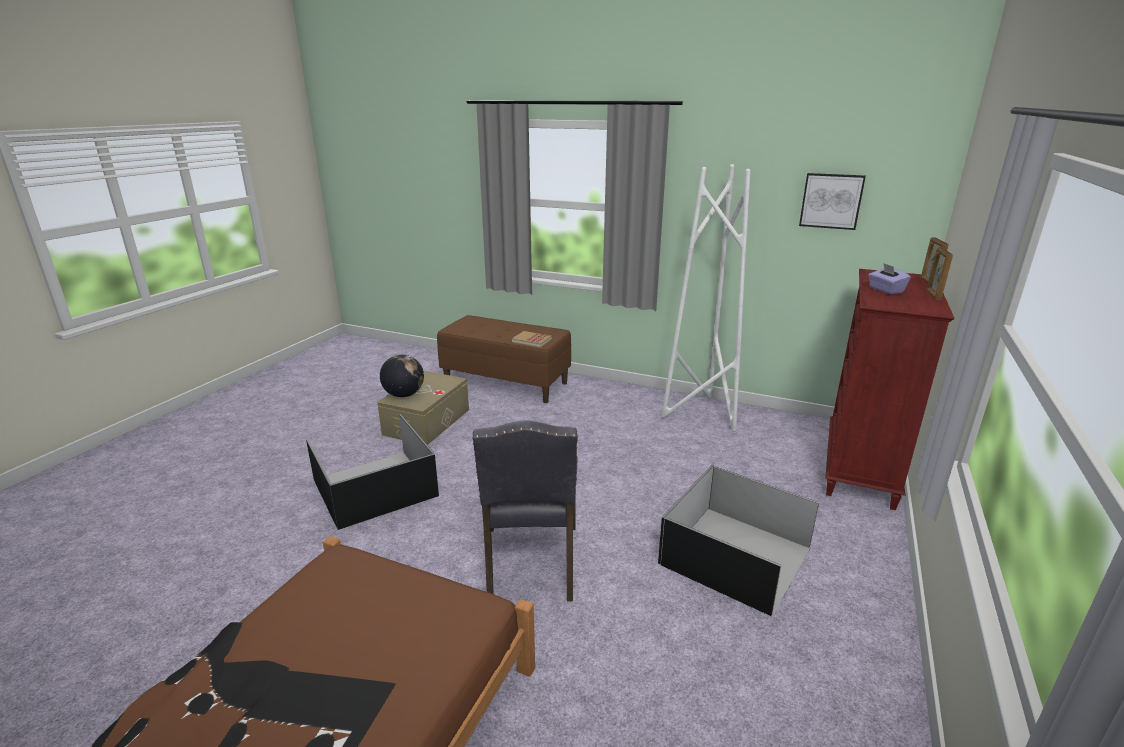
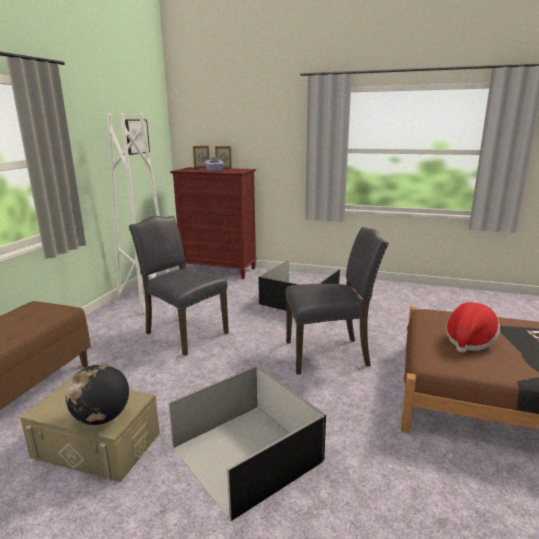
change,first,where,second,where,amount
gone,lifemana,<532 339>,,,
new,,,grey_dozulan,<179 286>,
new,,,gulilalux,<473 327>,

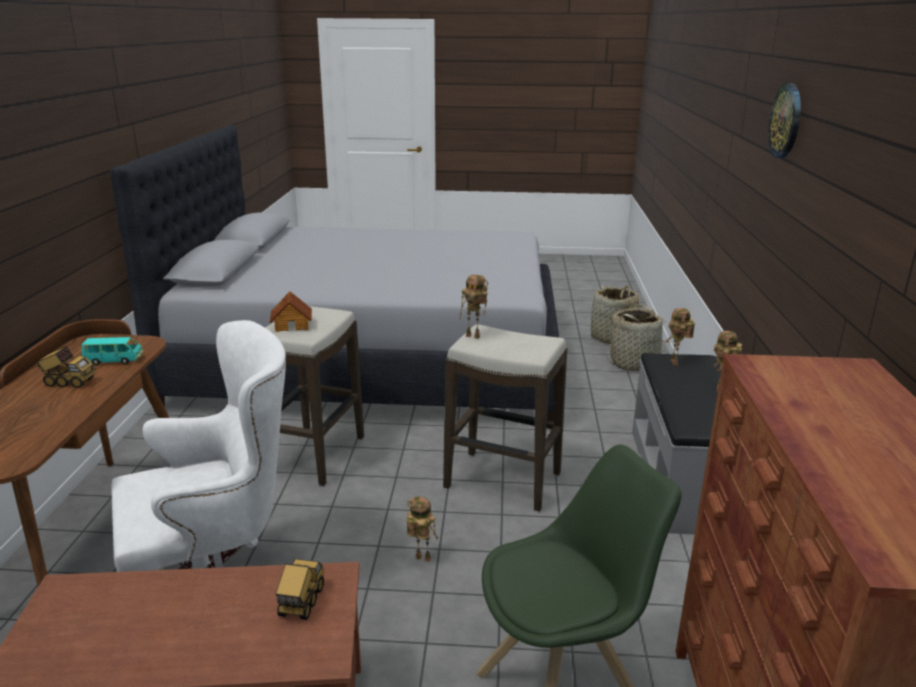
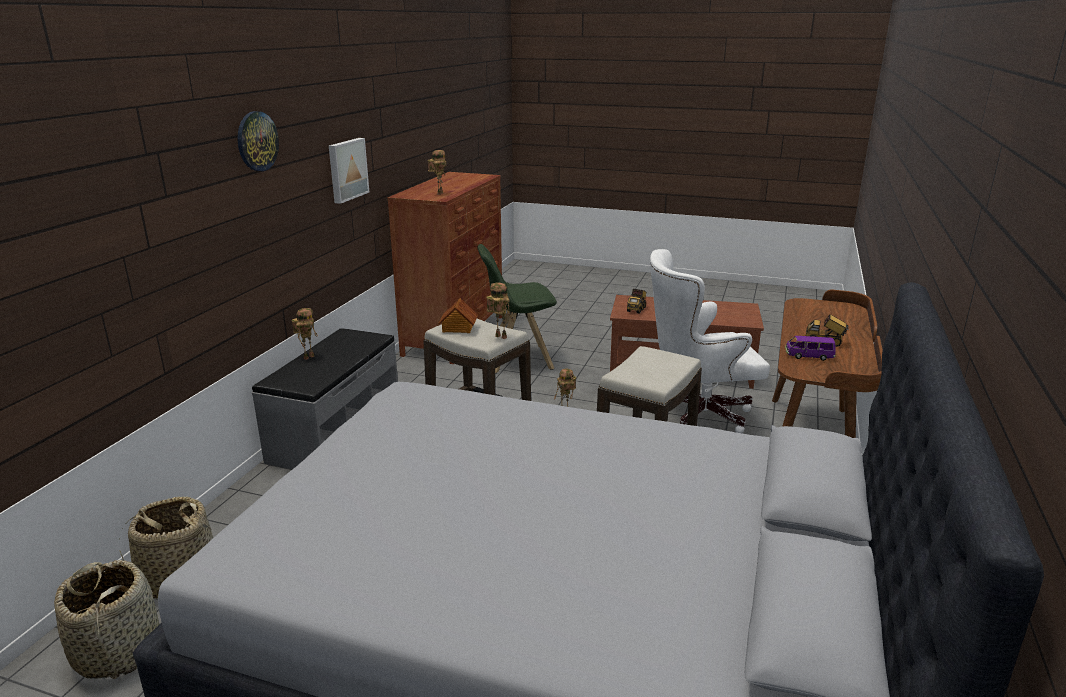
change,first,where,second,where,amount
repainted,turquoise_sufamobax,<112 351>,purple_sufamobax,<810 348>,
shifted,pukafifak,<291 311>,,<458 315>,
shifted,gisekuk,<680 337>,,<437 172>,
new,,,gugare,<349 171>,

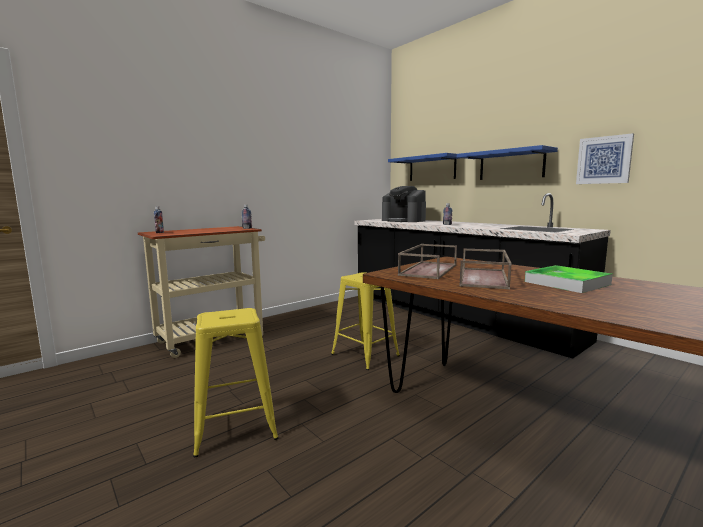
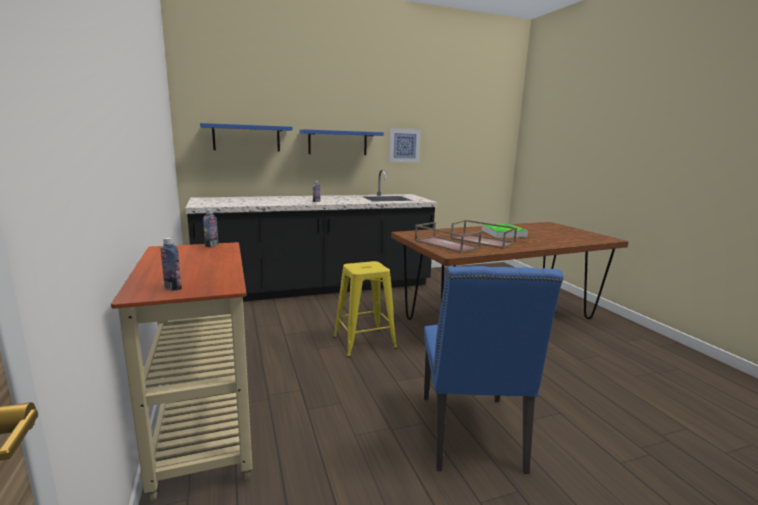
change,first,where,second,where,amount
swapped,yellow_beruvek,<235 382>,blue_dozulan,<494 370>,
gone,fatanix,<404 204>,,,

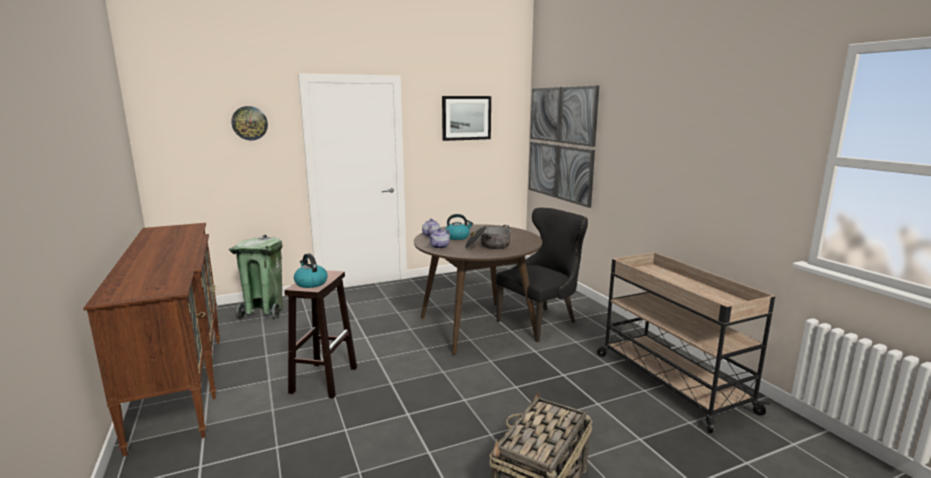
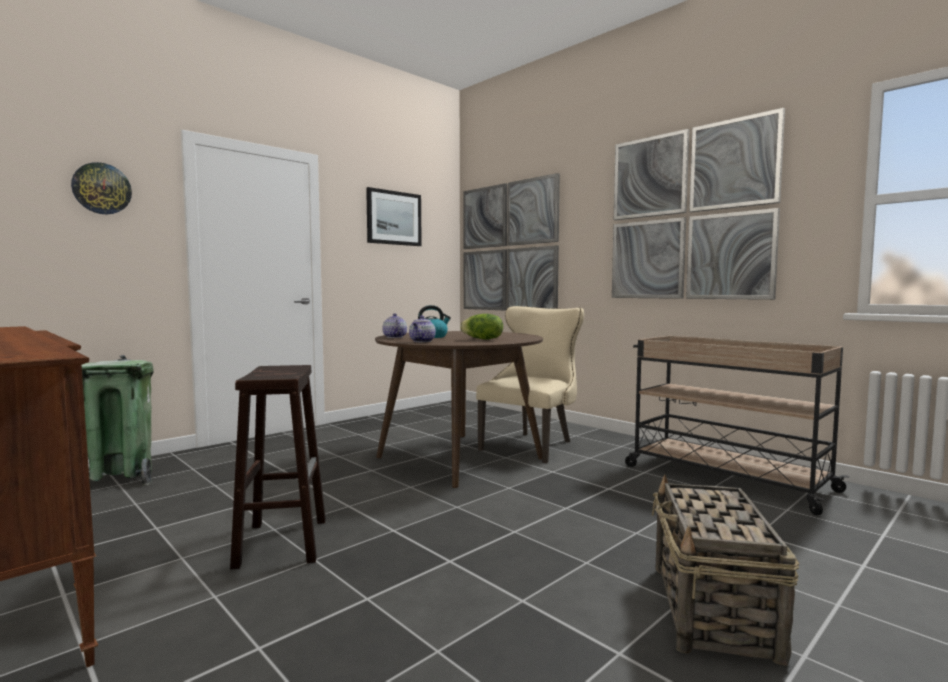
change,first,where,second,where,amount
gone,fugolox,<311 270>,,,
swapped,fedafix,<488 237>,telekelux,<481 326>,
repainted,black_dozulan,<542 274>,beige_dozulan,<530 384>,
new,,,gugare,<698 204>,

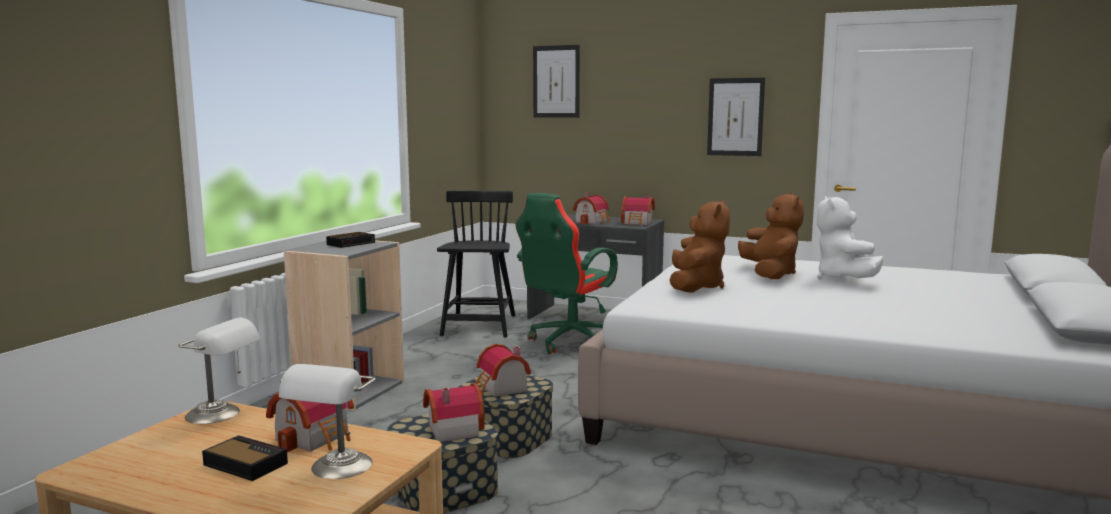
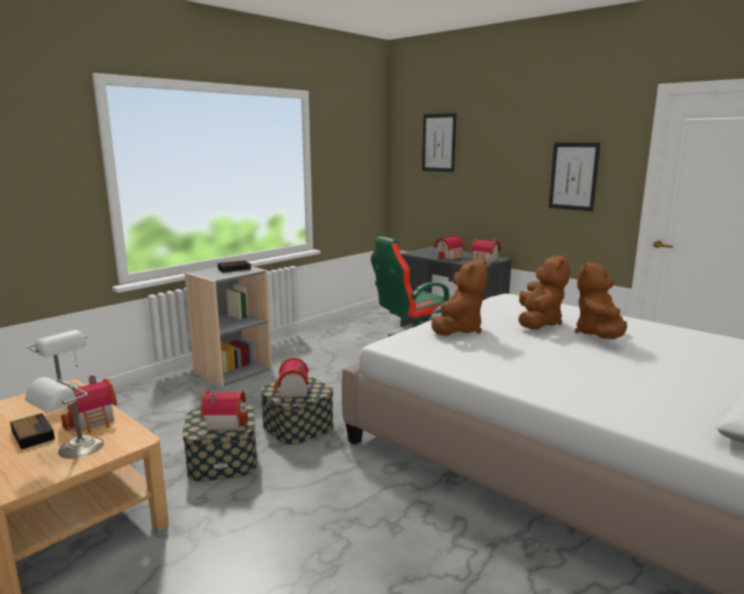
change,first,where,second,where,amount
gone,black_dozulan,<476 264>,,,
repainted,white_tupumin,<850 237>,brown_tupumin,<601 300>,

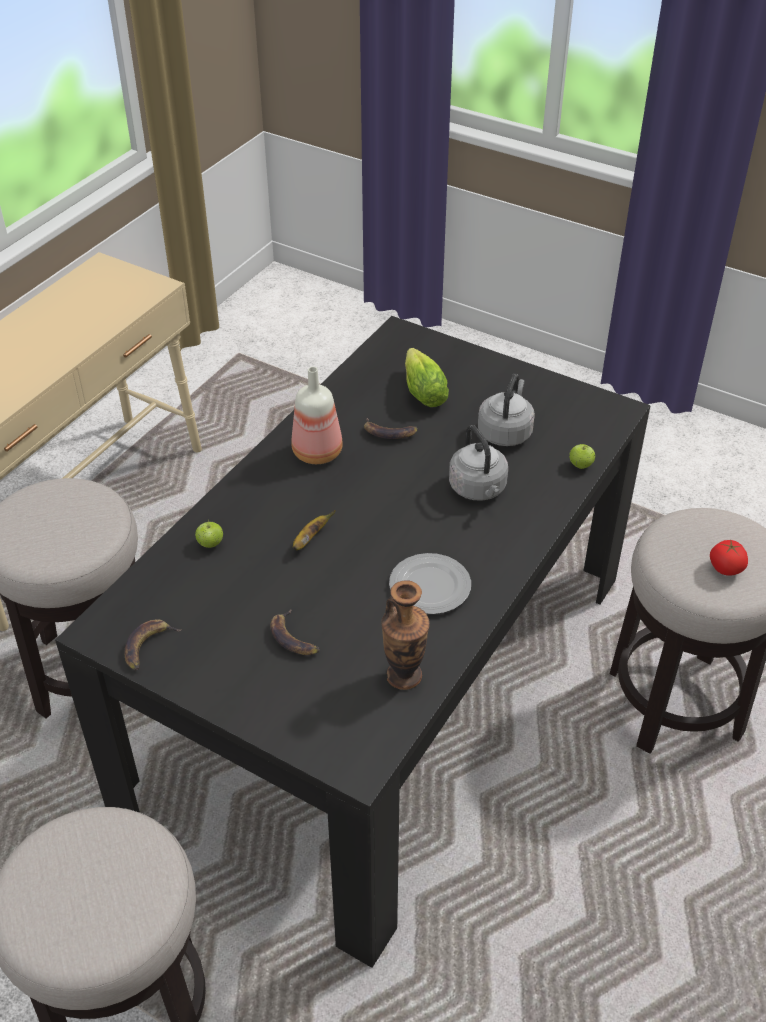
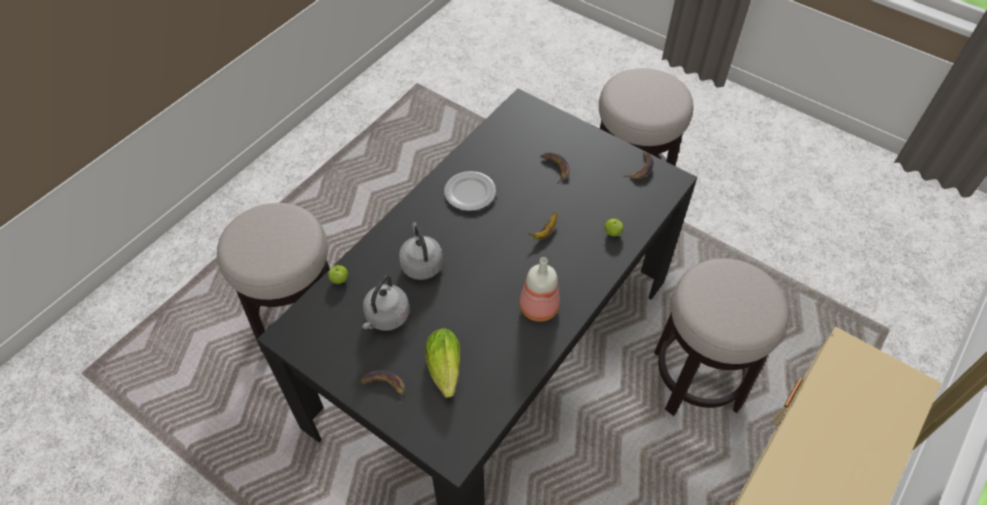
change,first,where,second,where,amount
shifted,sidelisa,<391 428>,,<382 387>,
gone,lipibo,<405 635>,,,
gone,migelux,<729 558>,,,

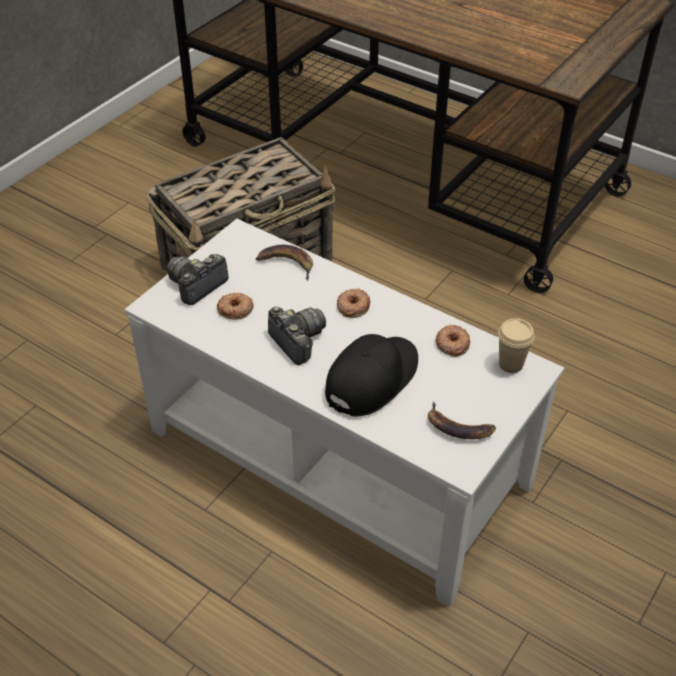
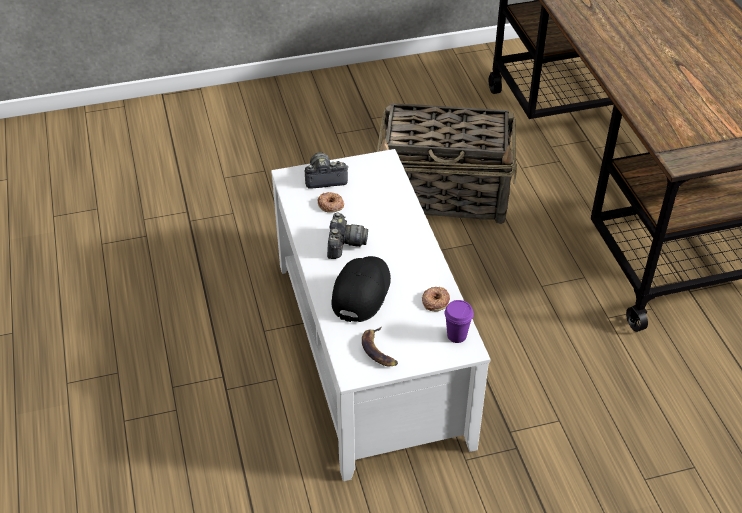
change,first,where,second,where,amount
gone,sidelisa,<284 262>,,,
rotated,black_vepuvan,<371 375>,,<361 289>,60 degrees counterclockwise
gone,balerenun,<353 303>,,,
repainted,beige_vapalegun,<516 345>,purple_vapalegun,<459 321>,

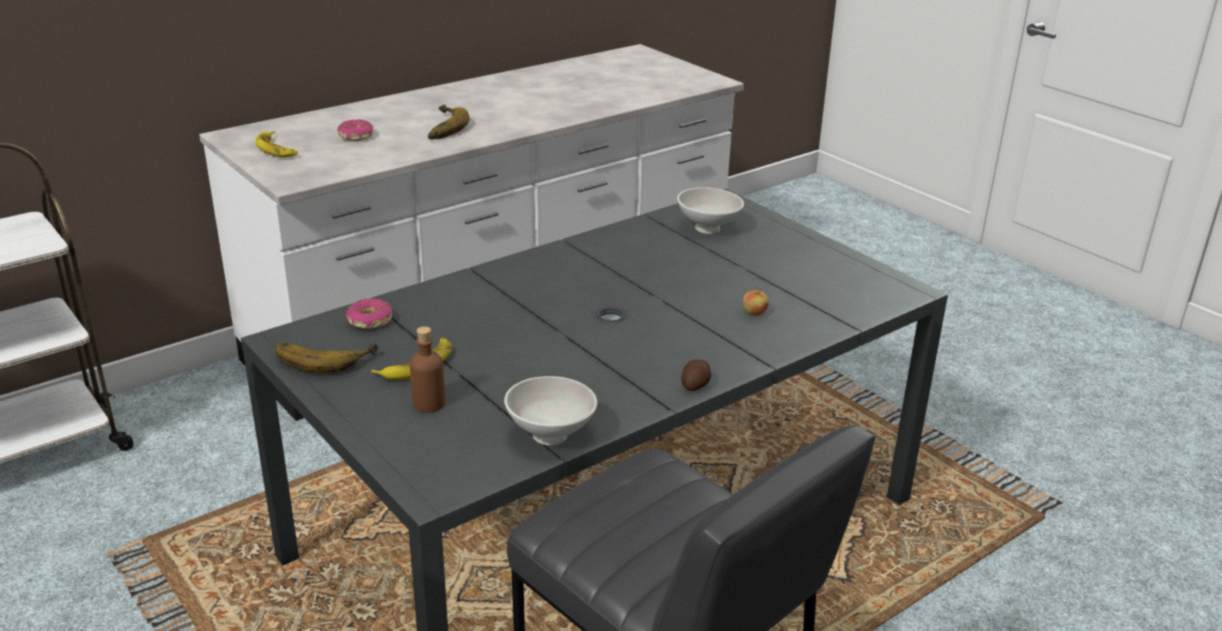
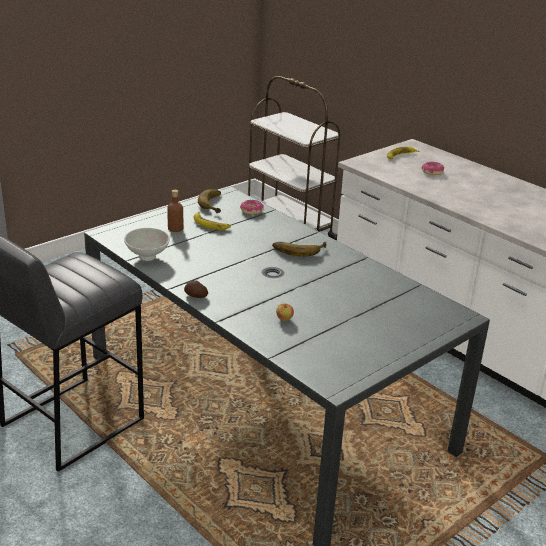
change,first,where,second,where,amount
shifted,sidelisa,<449 122>,,<299 249>,
gone,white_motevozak,<710 210>,,,

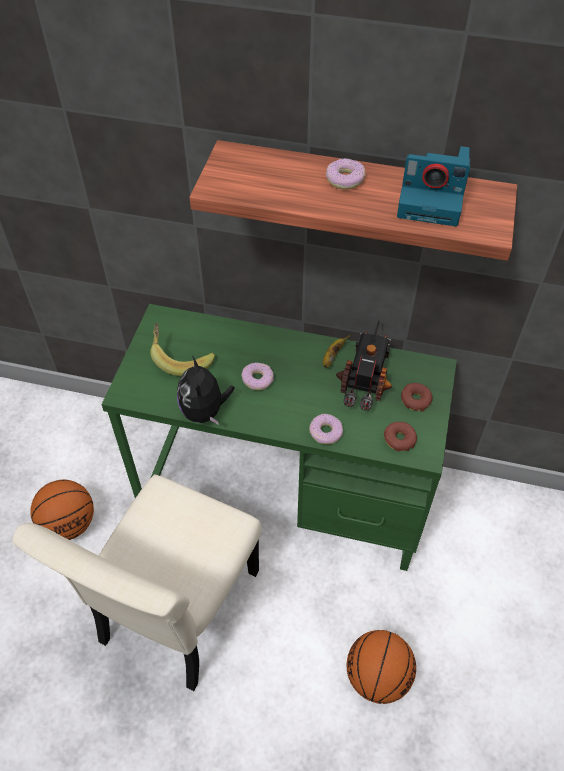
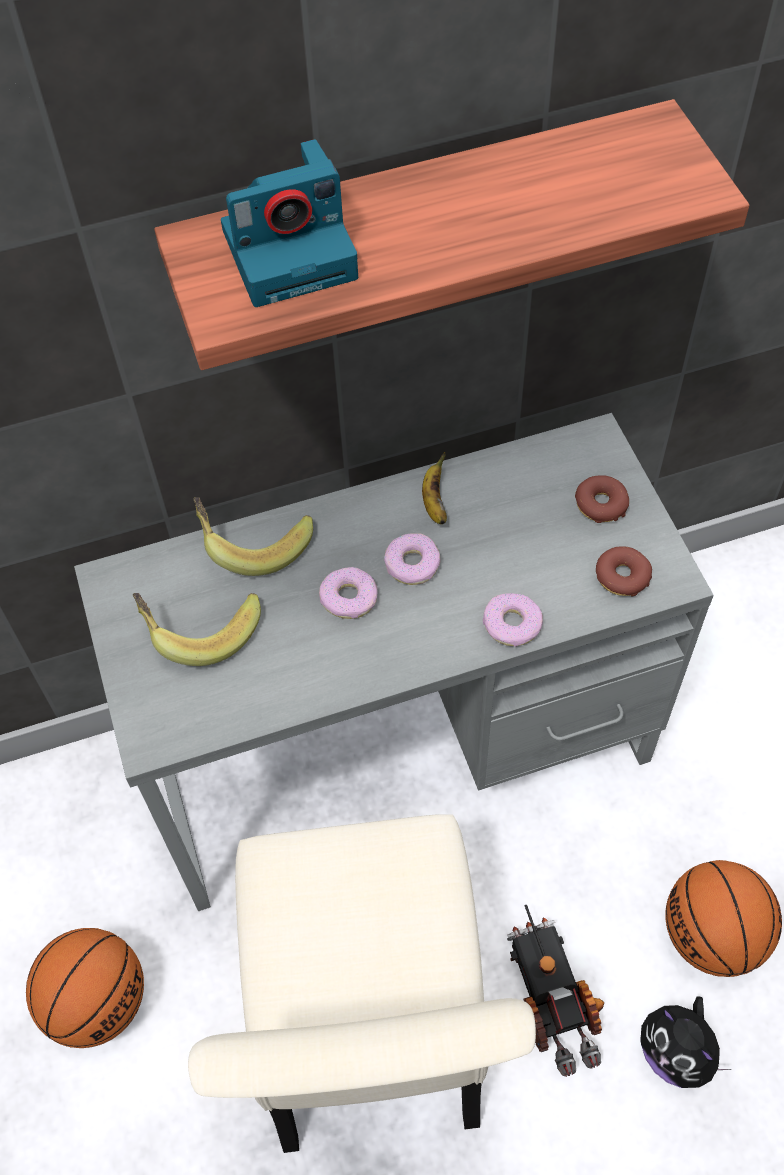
change,first,where,second,where,amount
repainted,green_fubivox,<279 437>,grey_fubivox,<394 662>,
shifted,tupumin,<205 390>,,<685 1042>,
shifted,balerenun,<346 174>,,<412 559>,
shifted,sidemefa,<364 366>,,<555 991>,
shifted,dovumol,<434 186>,,<289 223>,
new,,,sidelisa,<253 536>,

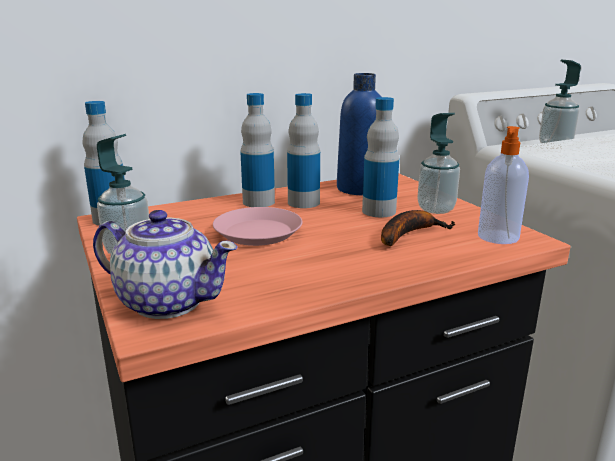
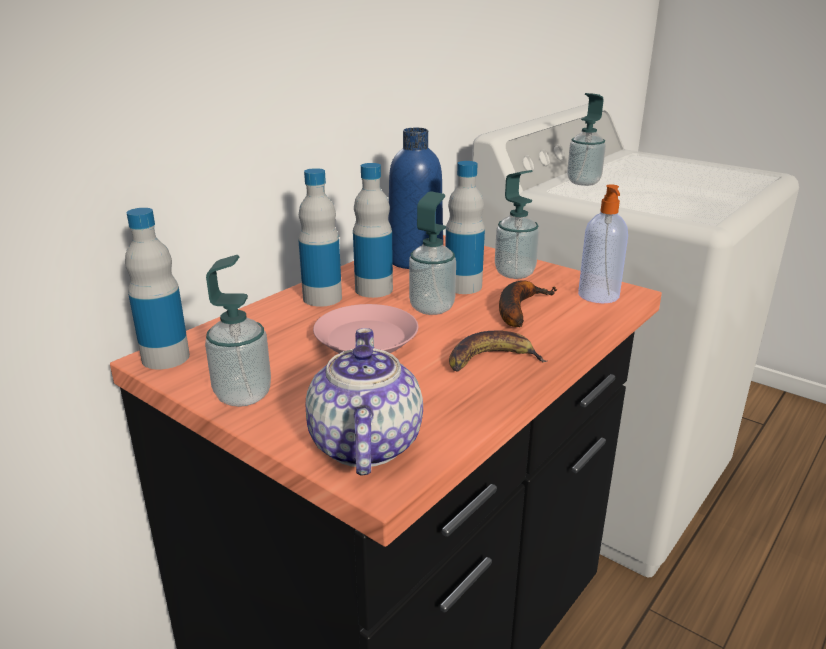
change,first,where,second,where,amount
rotated,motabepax,<165 264>,,<364 402>,90 degrees counterclockwise
new,,,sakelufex,<432 253>,
new,,,sidelisa,<498 351>,

